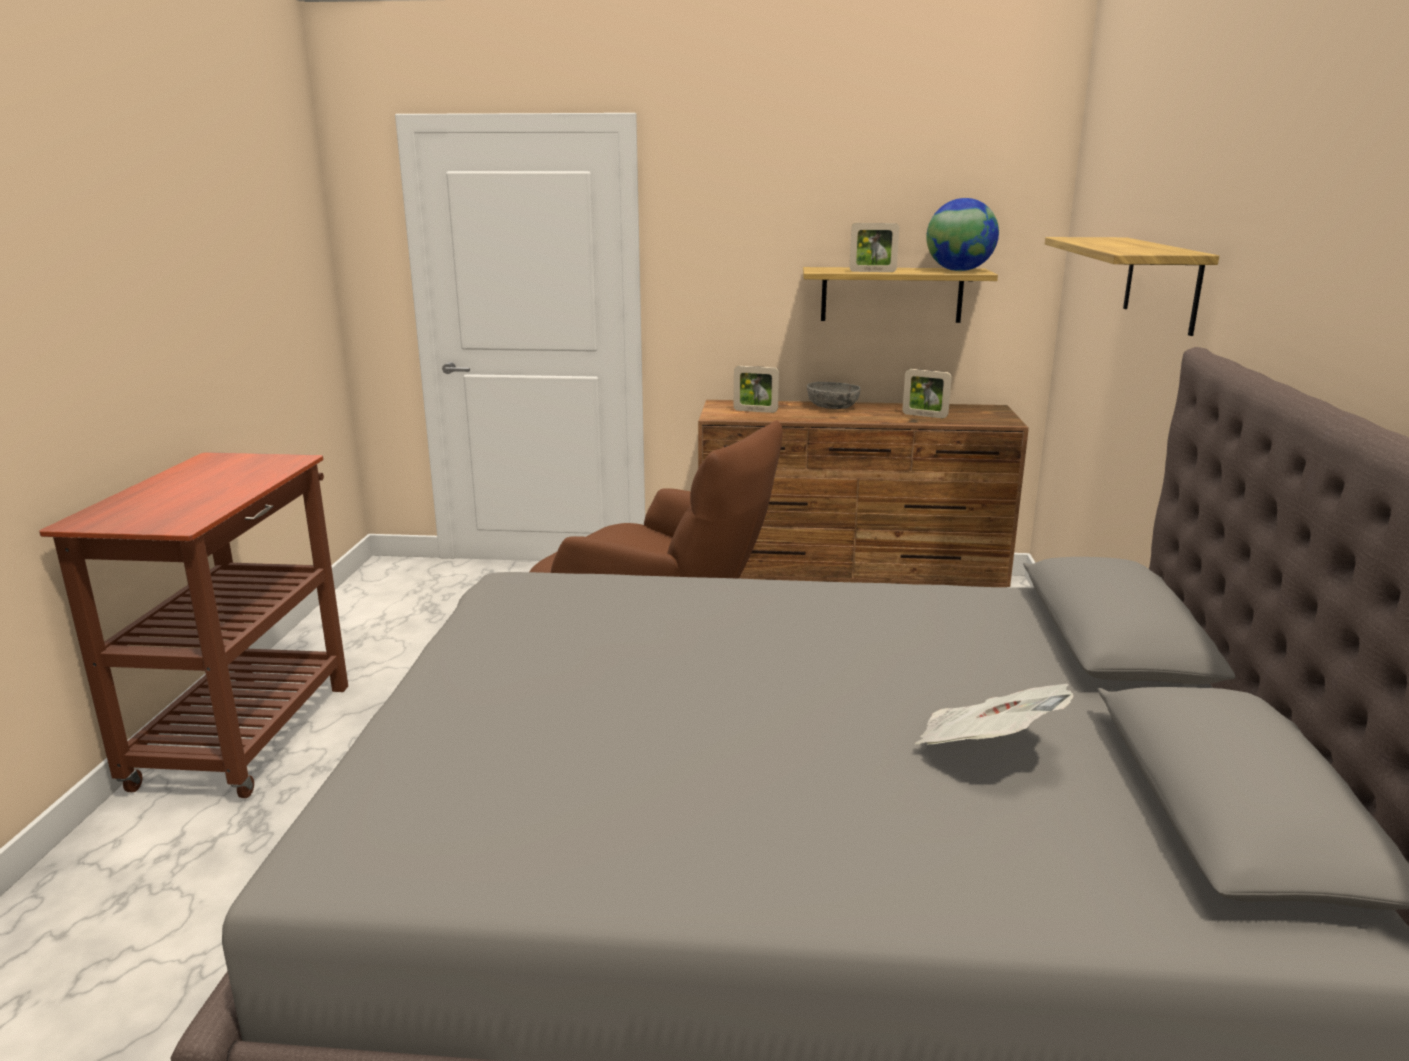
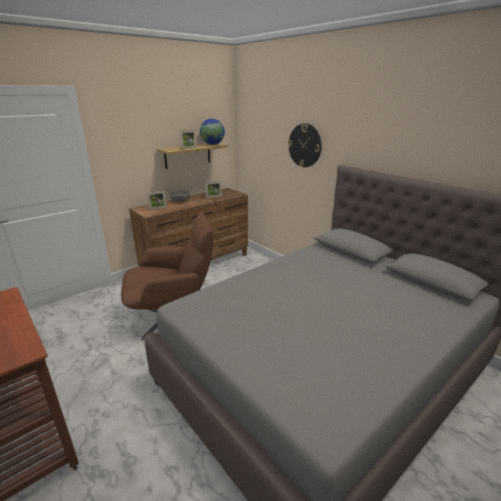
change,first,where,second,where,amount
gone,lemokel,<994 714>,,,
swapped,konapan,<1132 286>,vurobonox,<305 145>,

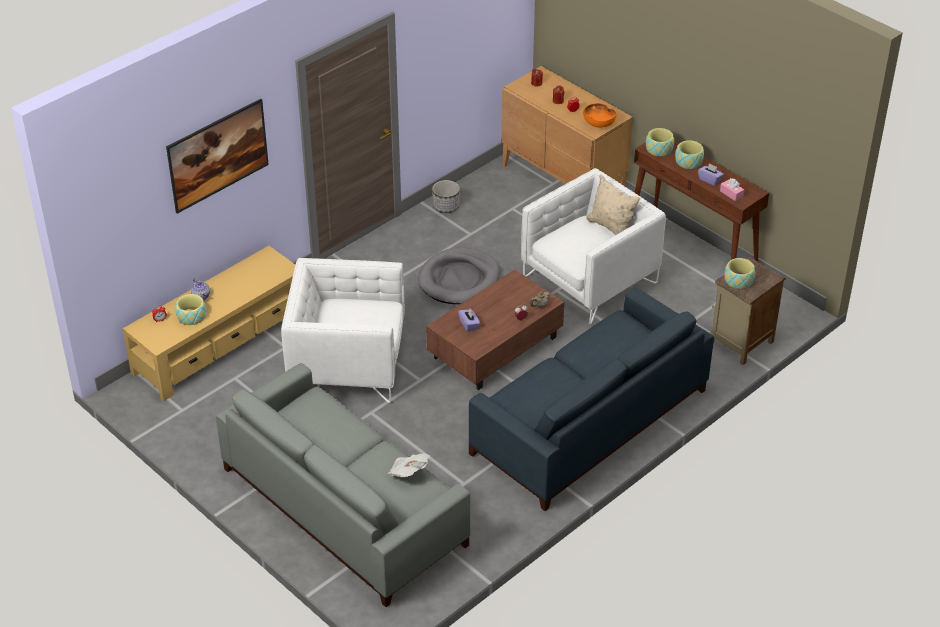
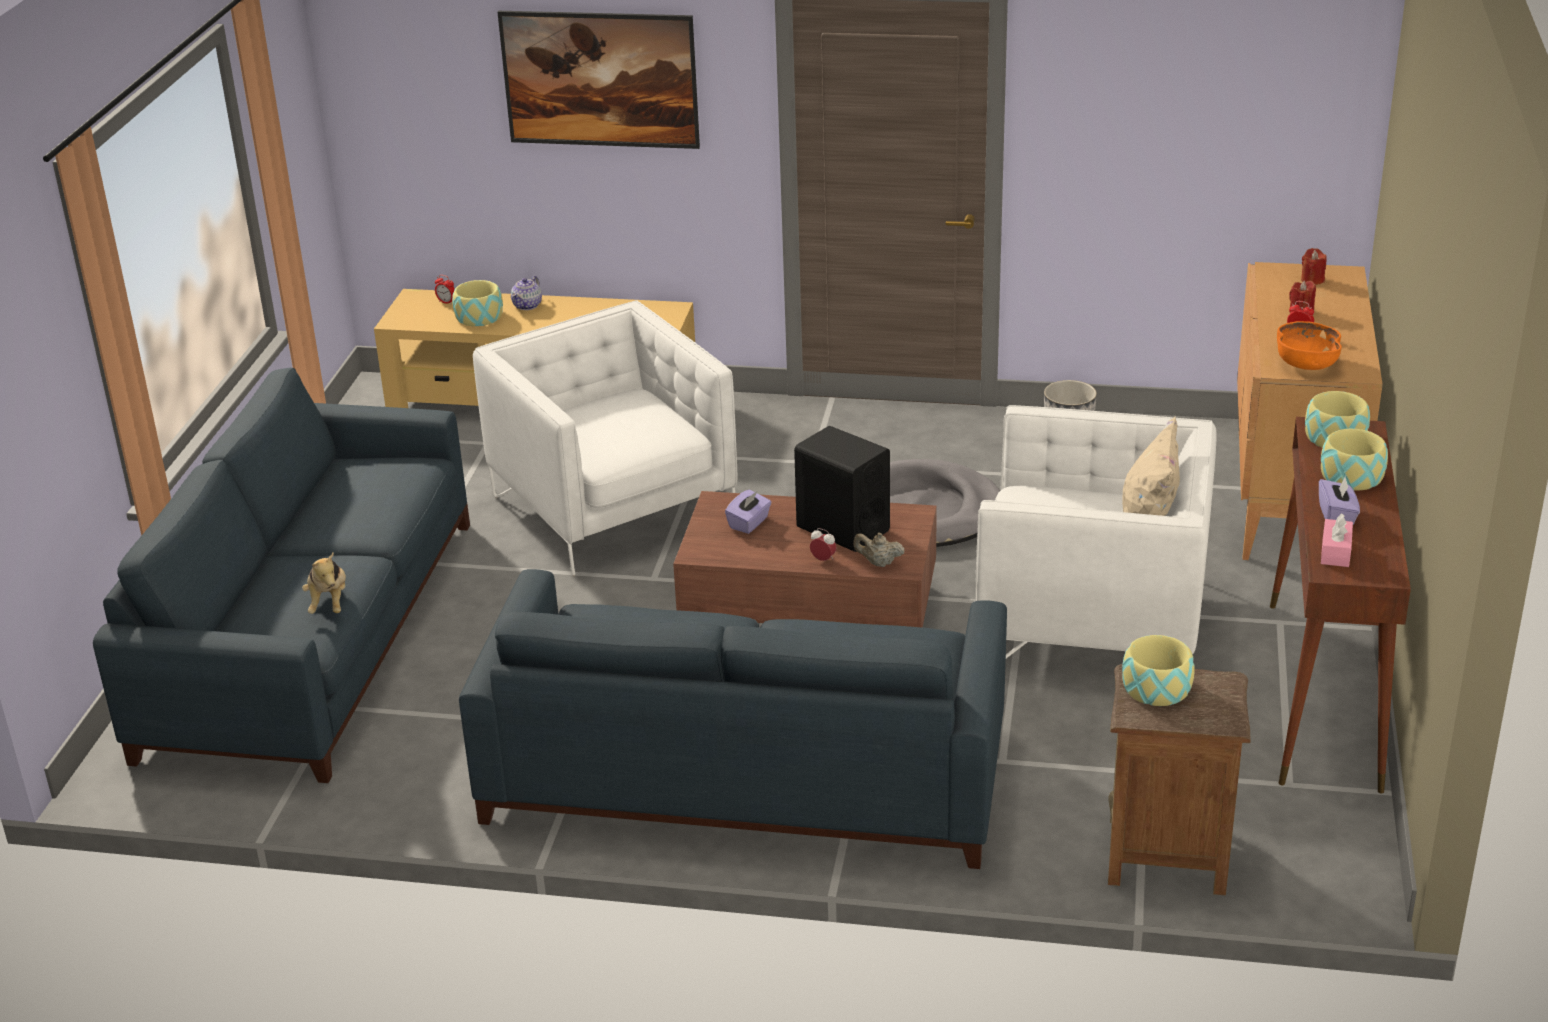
change,first,where,second,where,amount
repainted,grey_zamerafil,<343 485>,blue_zamerafil,<281 575>,
swapped,lemokel,<409 465>,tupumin,<324 583>,
new,,,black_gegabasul,<842 489>,

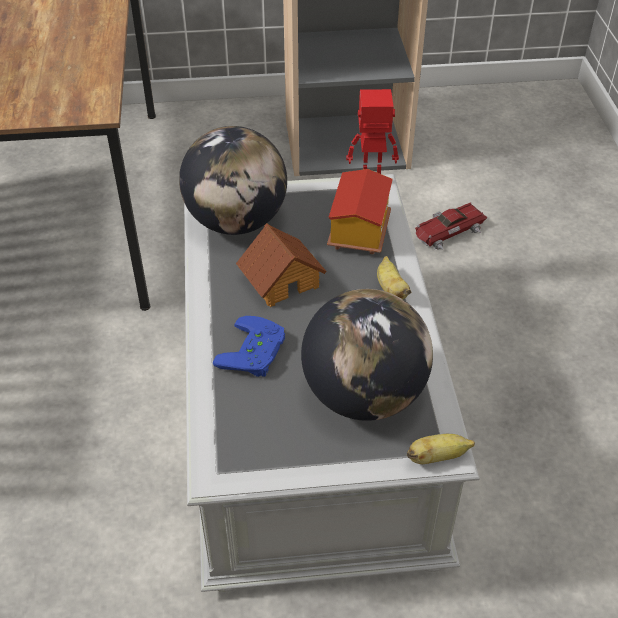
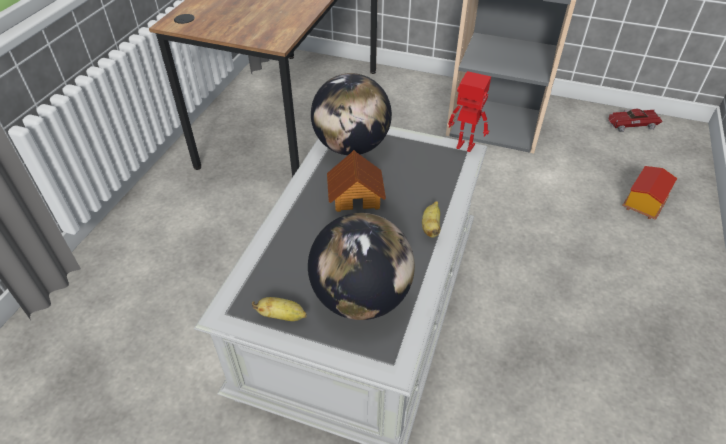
change,first,where,second,where,amount
gone,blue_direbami,<249 346>,,,
shifted,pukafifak,<360 212>,,<649 193>,
shifted,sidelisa,<441 449>,,<279 309>,
shifted,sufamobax,<451 226>,,<635 120>,

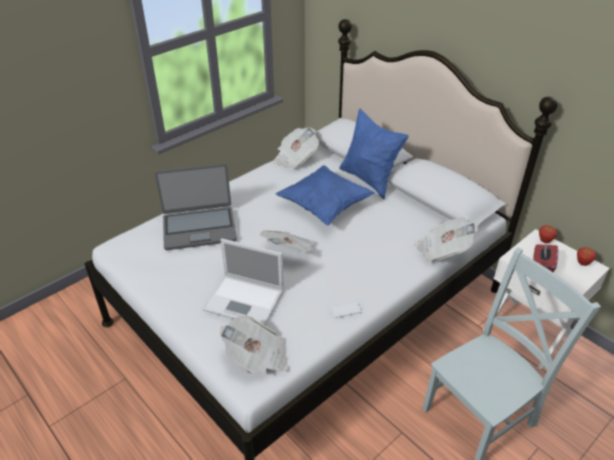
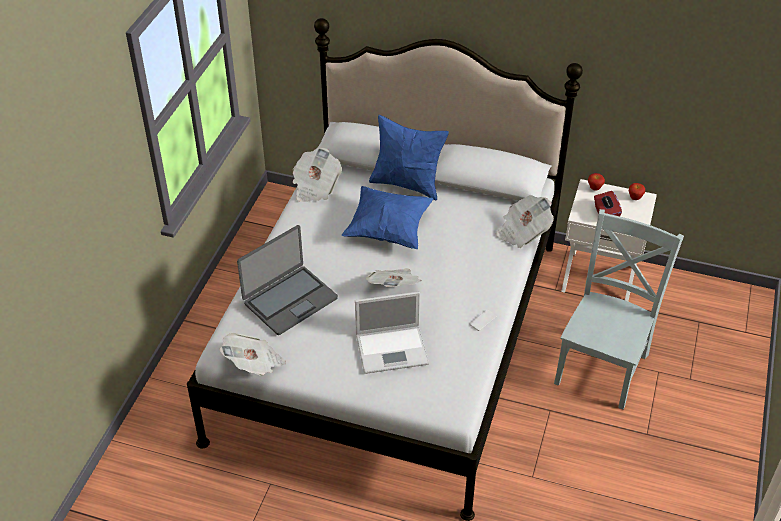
change,first,where,second,where,amount
shifted,lemokel,<254 345>,,<252 354>,

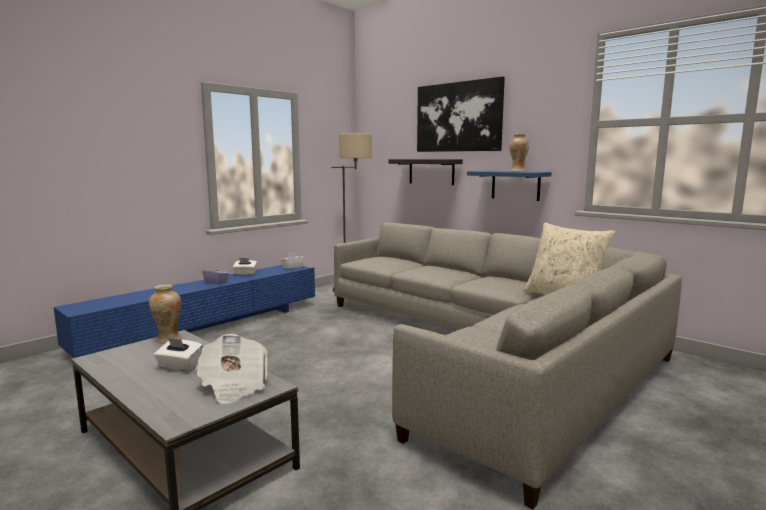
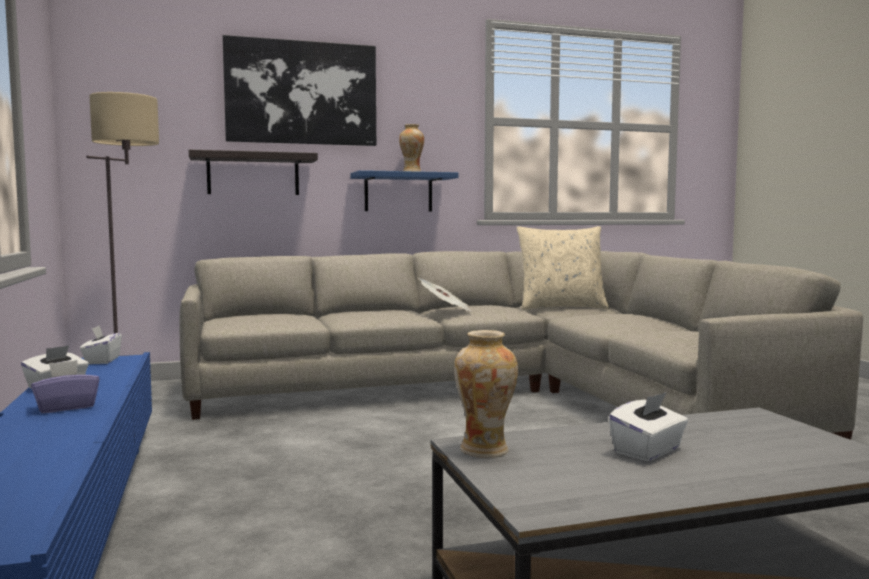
change,first,where,second,where,amount
shifted,lemokel,<231 369>,,<445 295>,

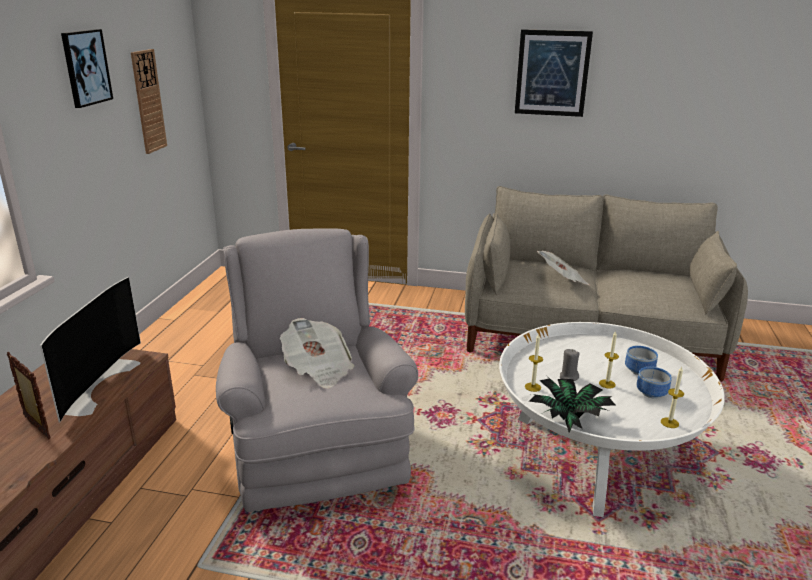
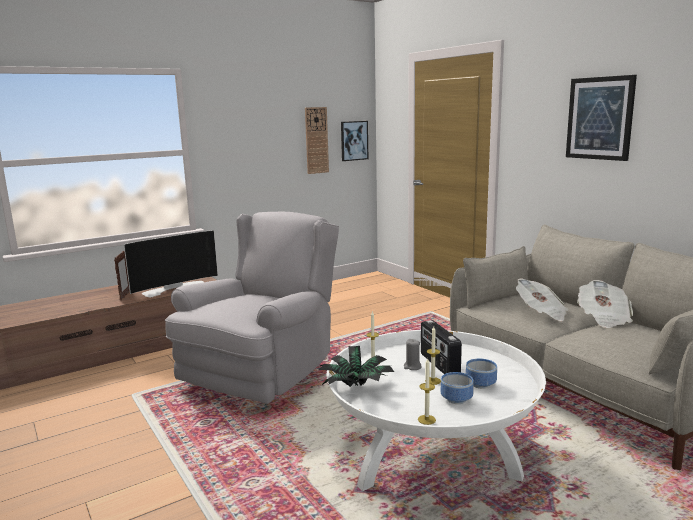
change,first,where,second,where,amount
shifted,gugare,<87 68>,,<354 141>,
shifted,lemokel,<317 353>,,<605 304>,
new,,,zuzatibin,<441 347>,

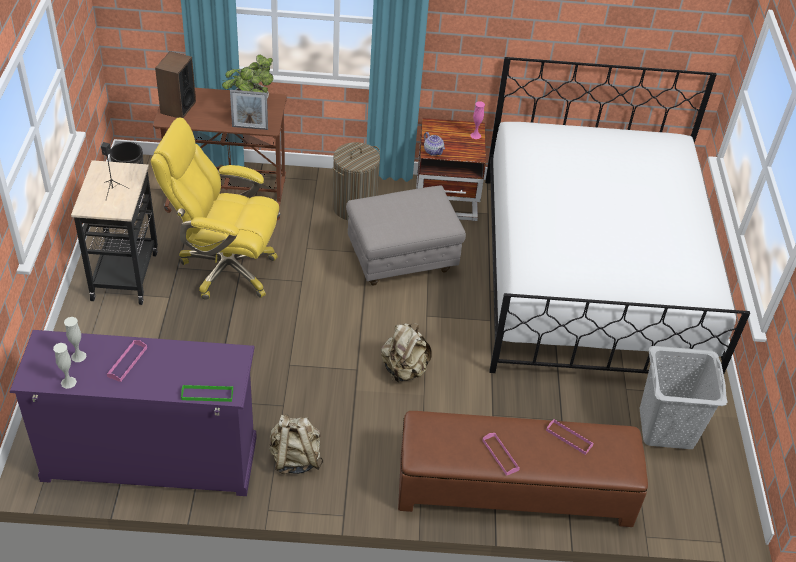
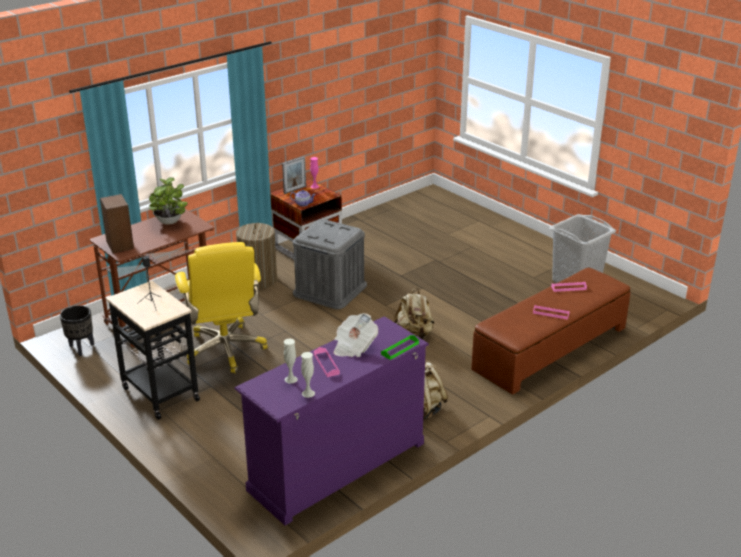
change,first,where,second,where,amount
rotated,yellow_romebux,<215 208>,,<221 307>,75 degrees counterclockwise
shifted,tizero,<249 110>,,<294 175>,
swapped,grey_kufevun,<406 235>,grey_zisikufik,<330 264>,
gone,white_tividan,<617 215>,,,
new,,,lemokel,<356 335>,

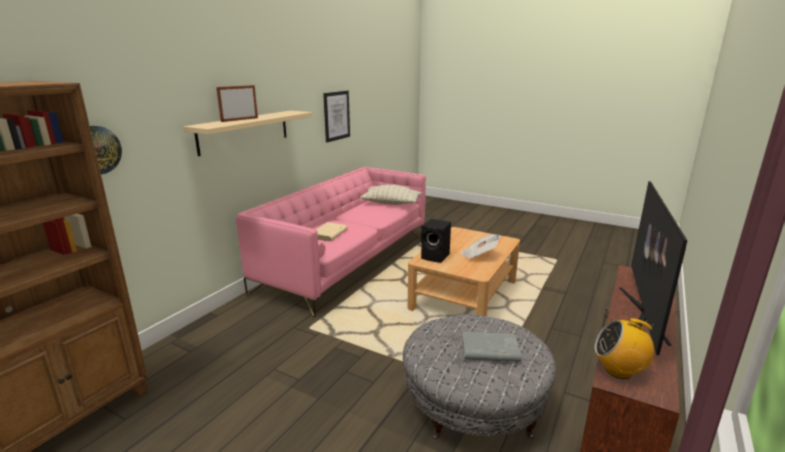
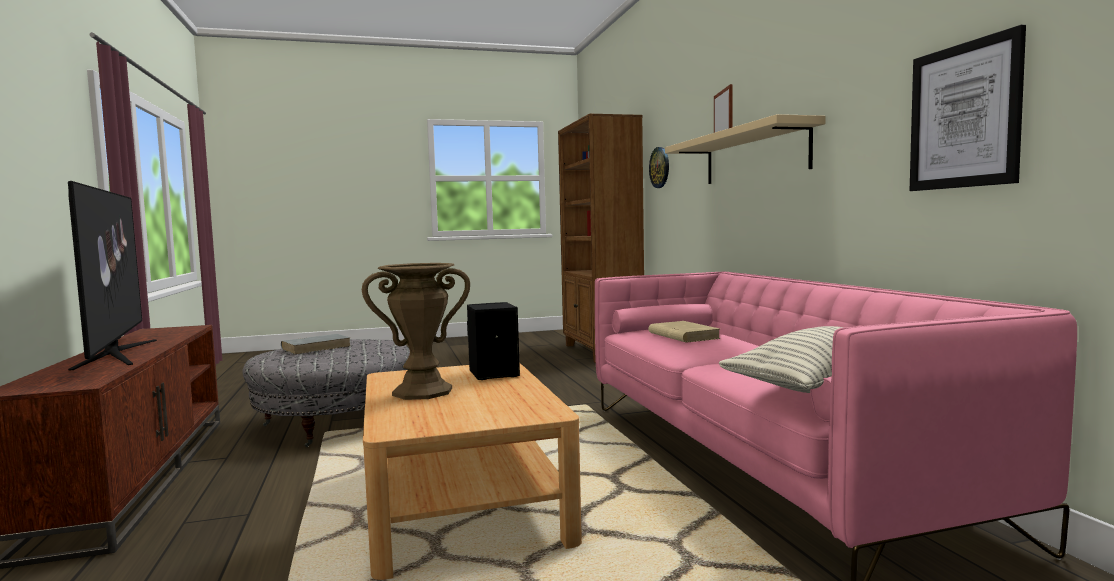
change,first,where,second,where,amount
swapped,lemokel,<481 246>,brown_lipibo,<416 331>,
gone,zuzatibin,<624 348>,,,

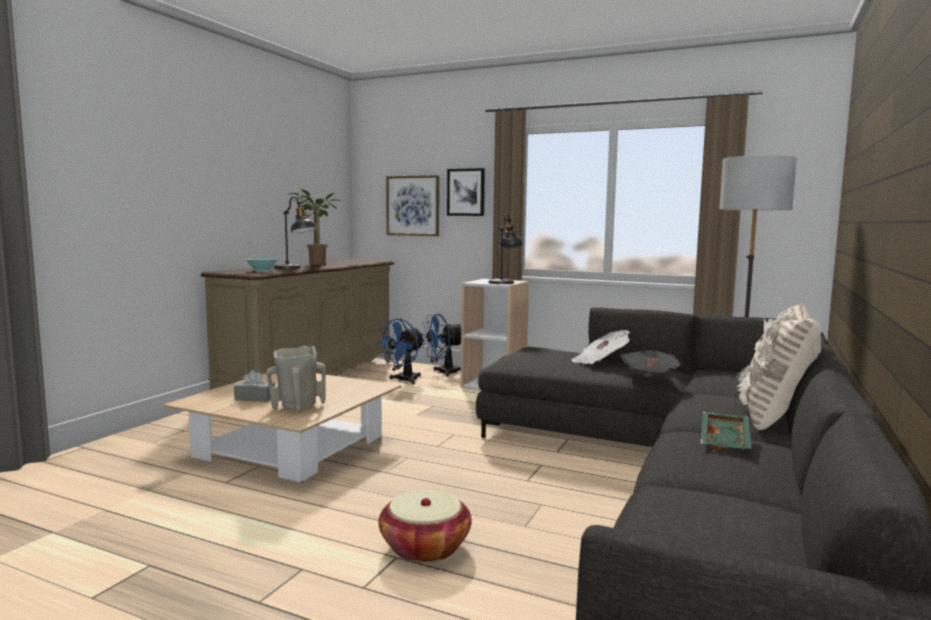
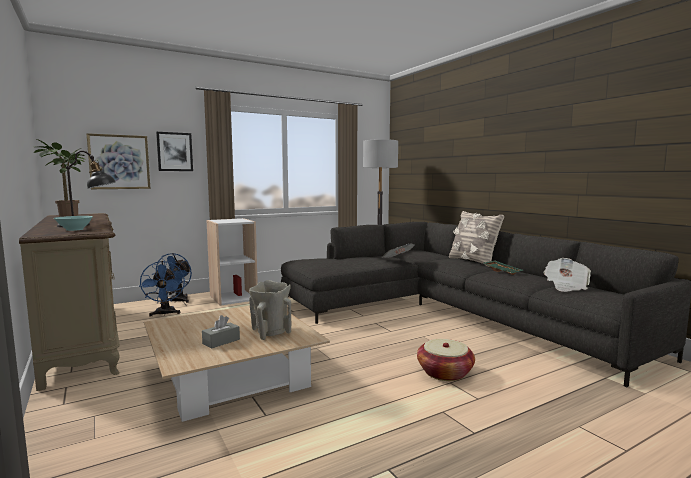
change,first,where,second,where,amount
gone,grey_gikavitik,<505 249>,,,
shifted,lemokel,<601 347>,,<567 275>,

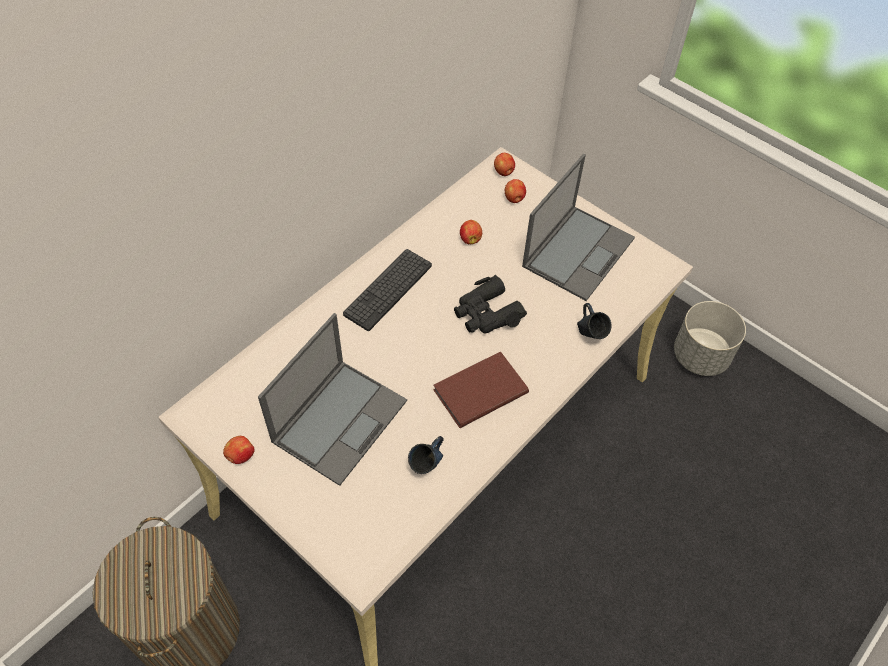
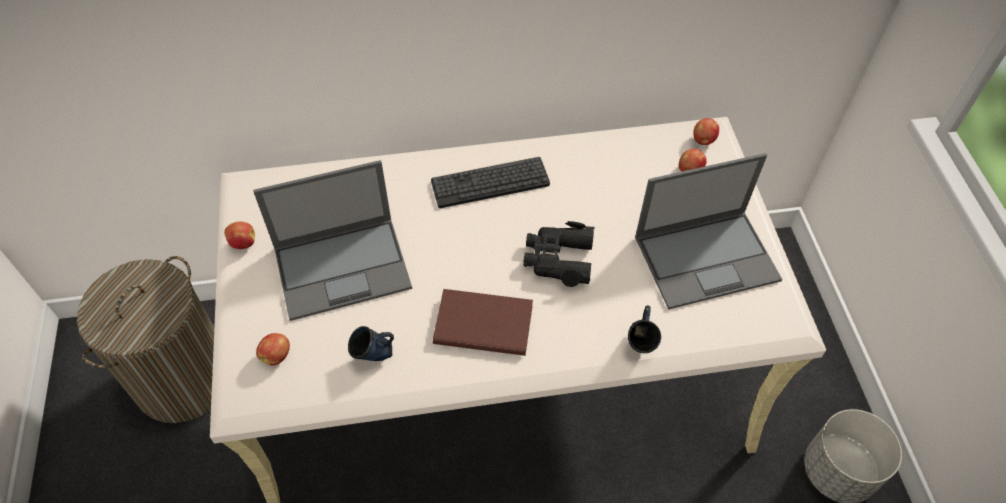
change,first,where,second,where,amount
shifted,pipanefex,<471 232>,,<273 349>,

